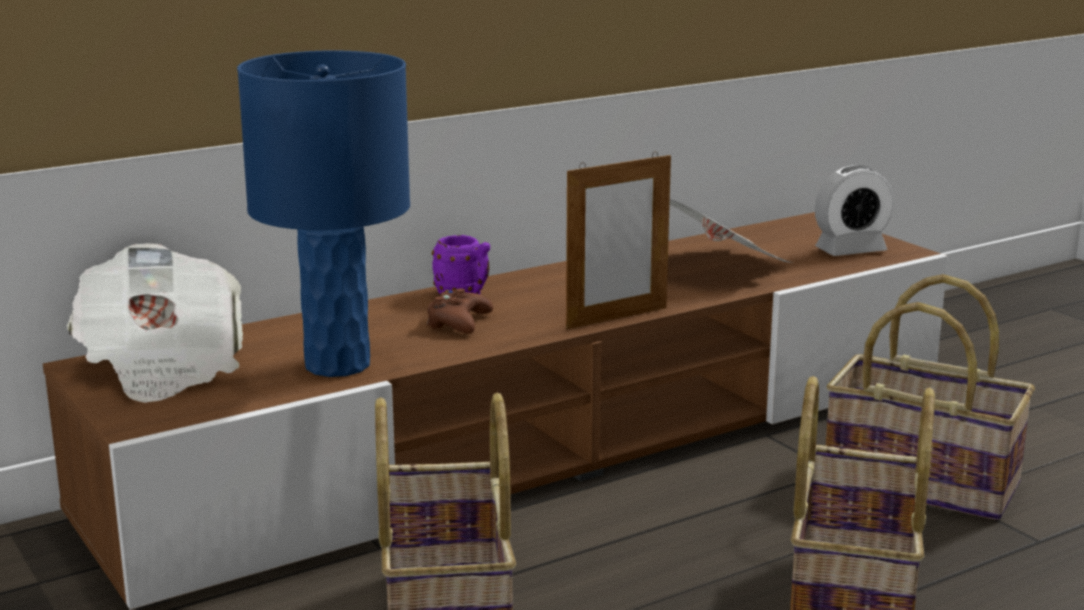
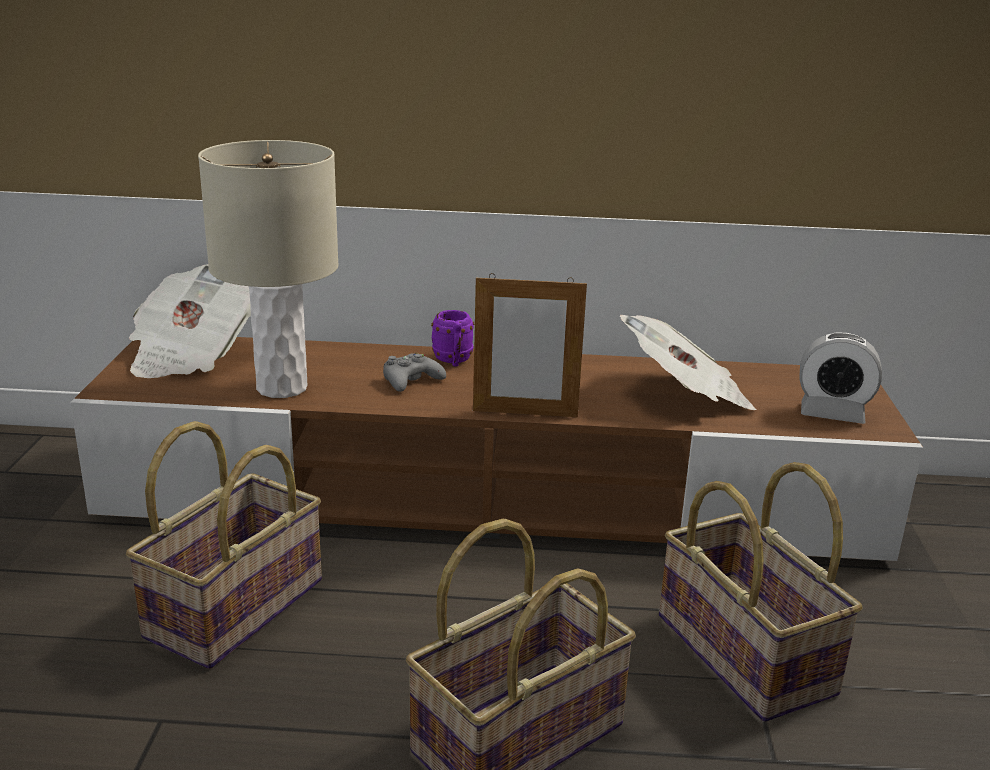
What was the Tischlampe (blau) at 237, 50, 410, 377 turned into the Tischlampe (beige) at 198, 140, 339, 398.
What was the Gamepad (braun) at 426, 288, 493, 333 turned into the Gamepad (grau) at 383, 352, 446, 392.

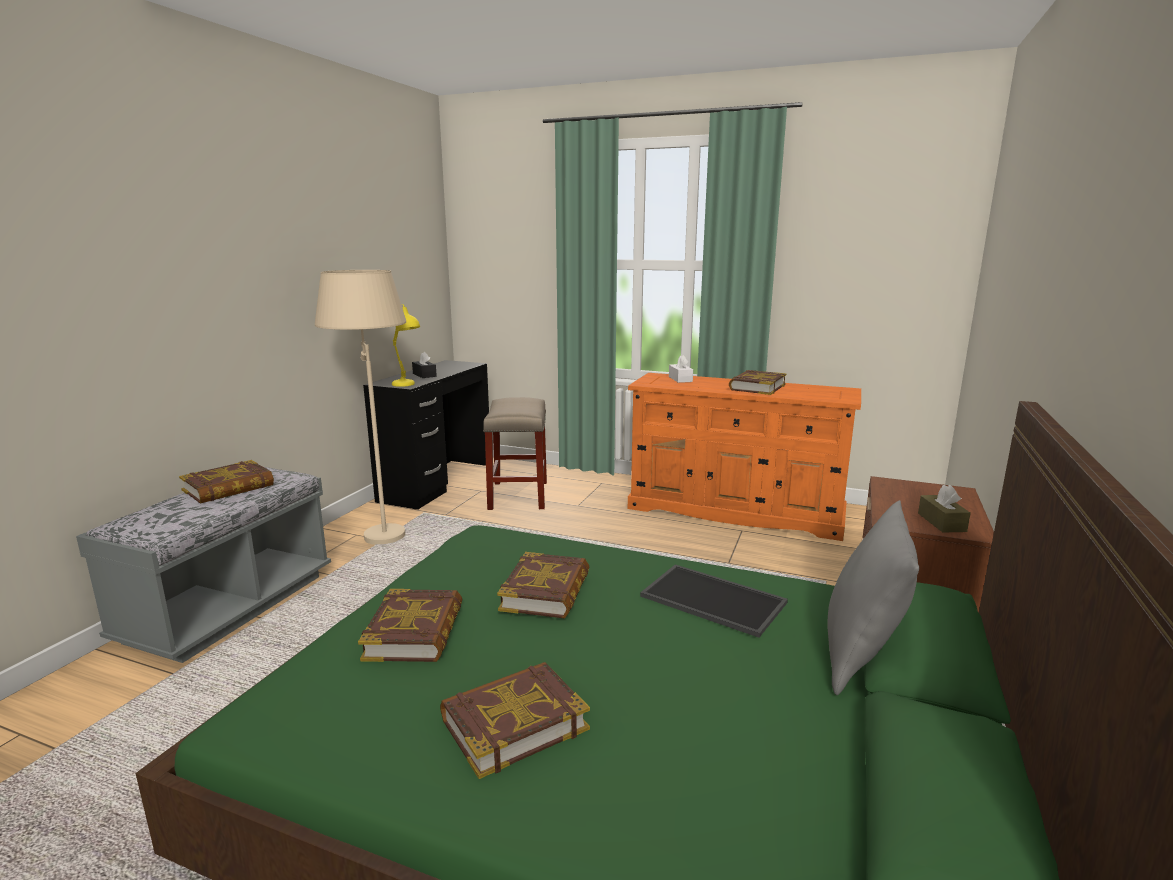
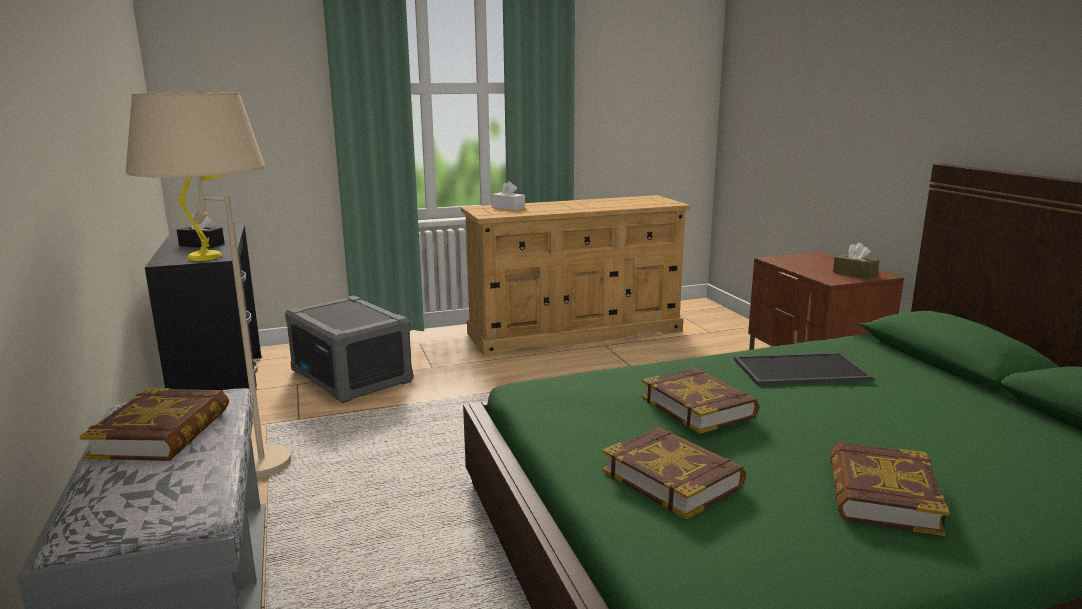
The second view lost the Buch at 729, 370, 786, 395.
The second view lost the Kissen (grau) at 827, 500, 919, 695.
Where the Hocker (beige) stood at 483, 397, 547, 510, the Aufbewahrungsbox (grau) came to stand at 285, 295, 413, 403.
What was the Kommode (orange) at 628, 373, 861, 541 turned into the Kommode (beige) at 461, 195, 691, 356.

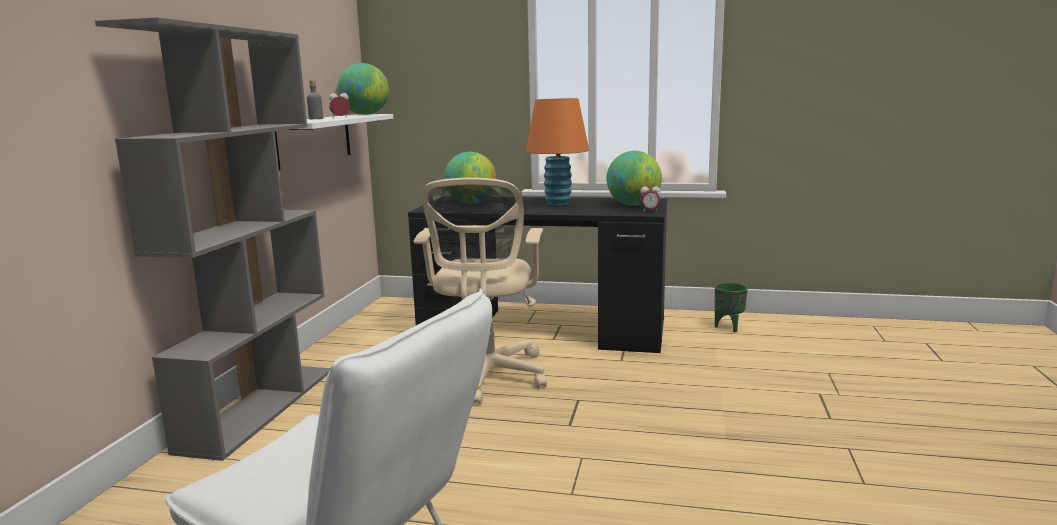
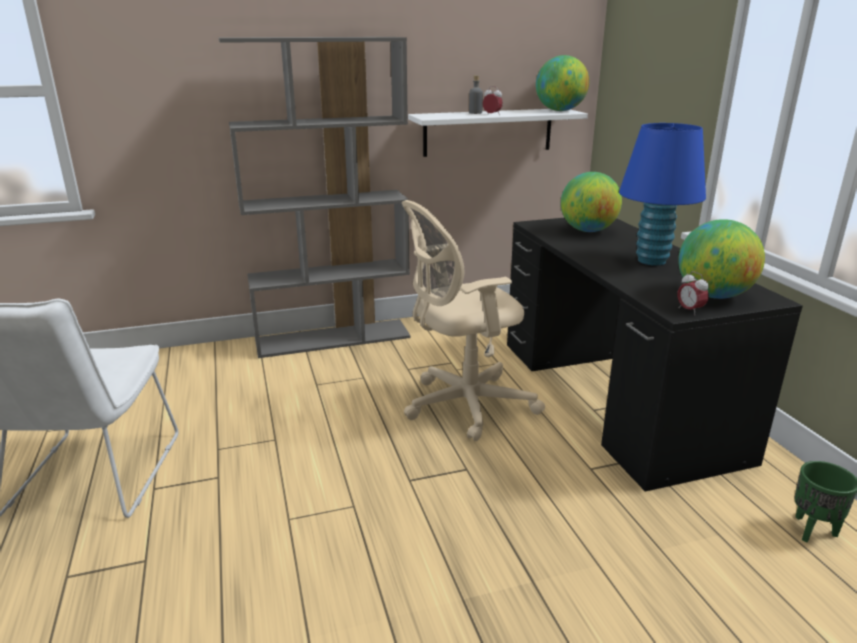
What was the Tischlampe (orange) at 526, 98, 589, 206 turned into the Tischlampe (blau) at 619, 123, 706, 266.

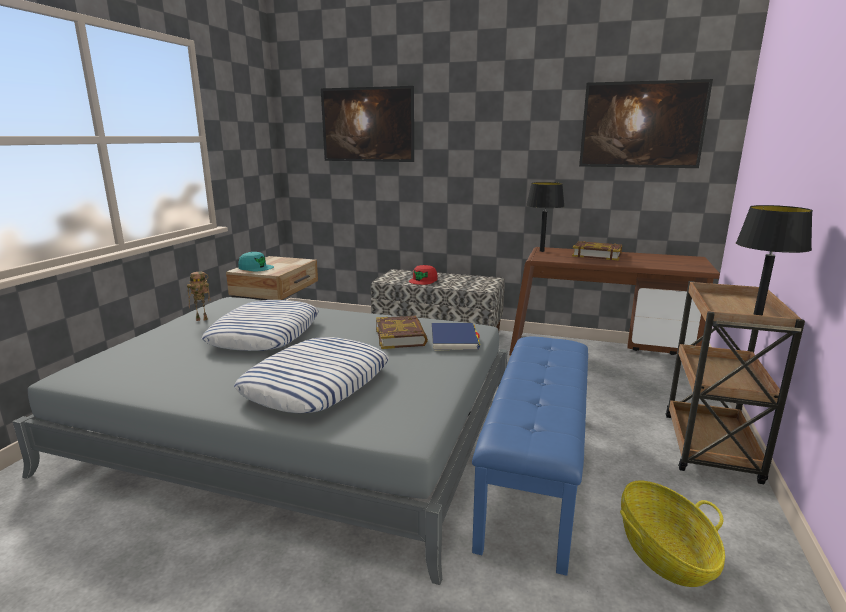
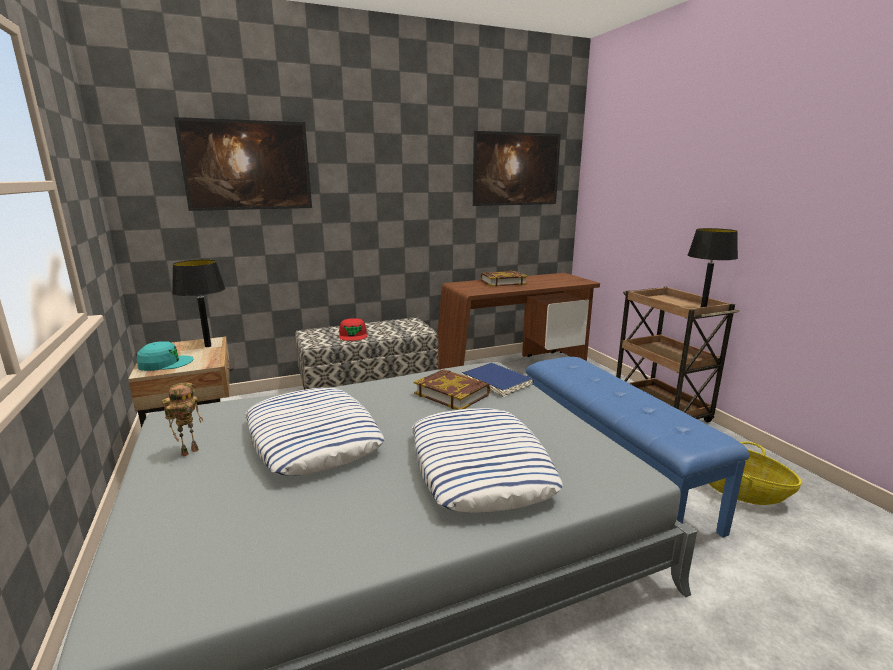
The Tischlampe (schwarz) ended up elsewhere, having gone from 526, 182, 565, 252 to 172, 260, 225, 347.

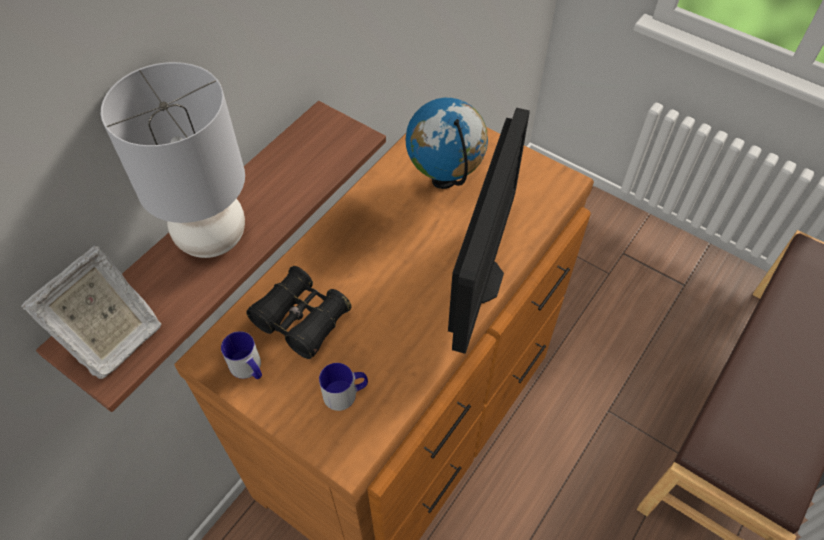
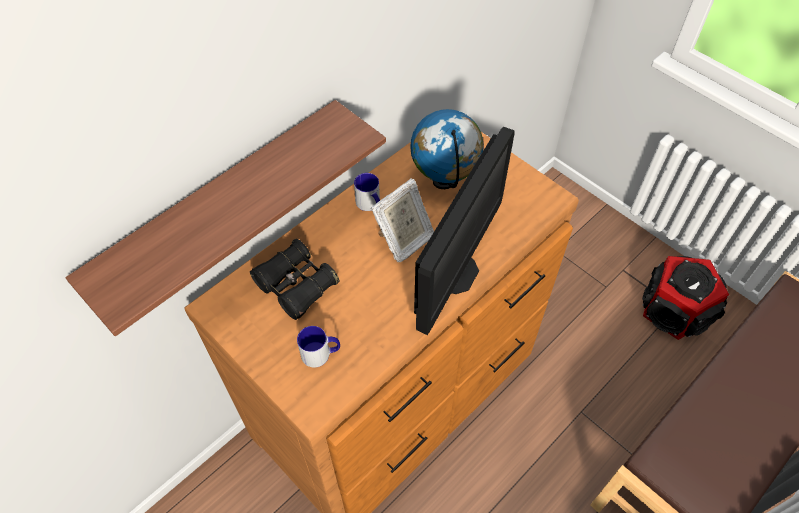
The second view lost the Tischlampe (grau) at 101, 62, 245, 258.
The second view gained the Lautsprecher at 642, 256, 729, 340.
The Bilderrahmen ended up elsewhere, having gone from 21, 245, 161, 379 to 371, 178, 434, 262.
The Henkelbecher ended up elsewhere, having gone from 221, 331, 262, 379 to 354, 173, 380, 211.

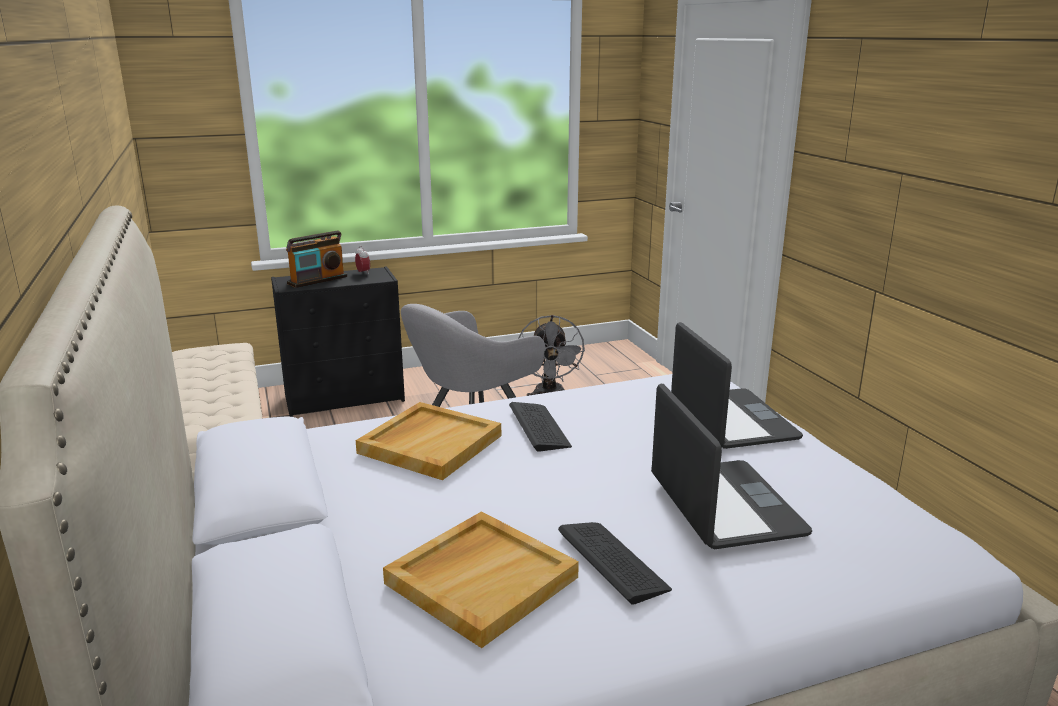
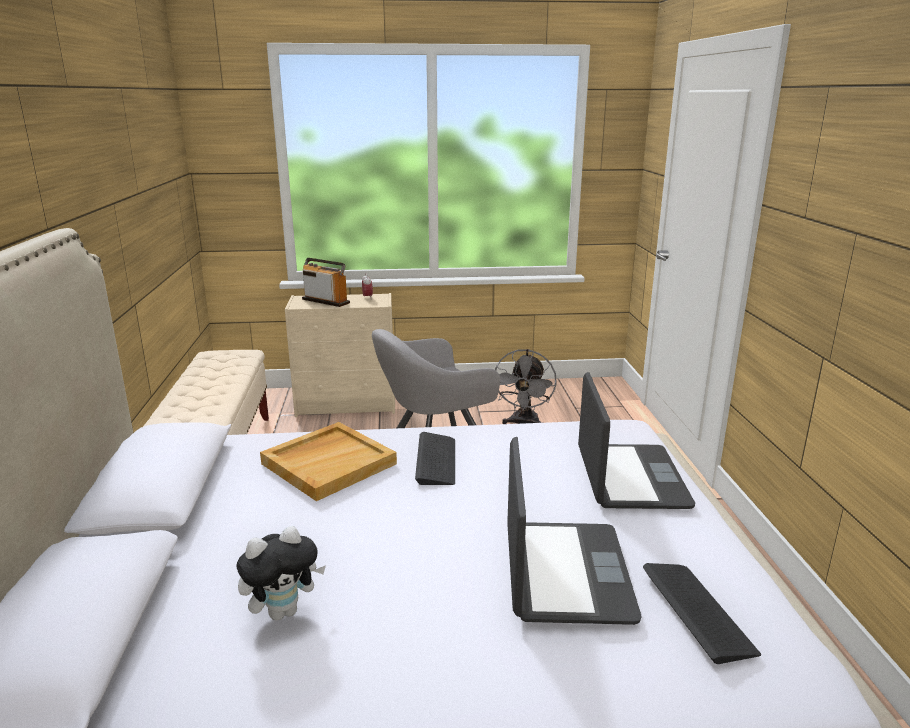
The Tastatur ended up elsewhere, having gone from 558, 522, 672, 605 to 643, 563, 761, 664.
Where the Tablett (beige) stood at 383, 511, 579, 648, the Plüschtier came to stand at 237, 526, 326, 621.
What was the Kommode (schwarz) at 271, 266, 405, 417 turned into the Kommode (beige) at 285, 293, 395, 417.
The Radio at 286, 231, 347, 288 ended up facing another way, 120 degrees counterclockwise from before.

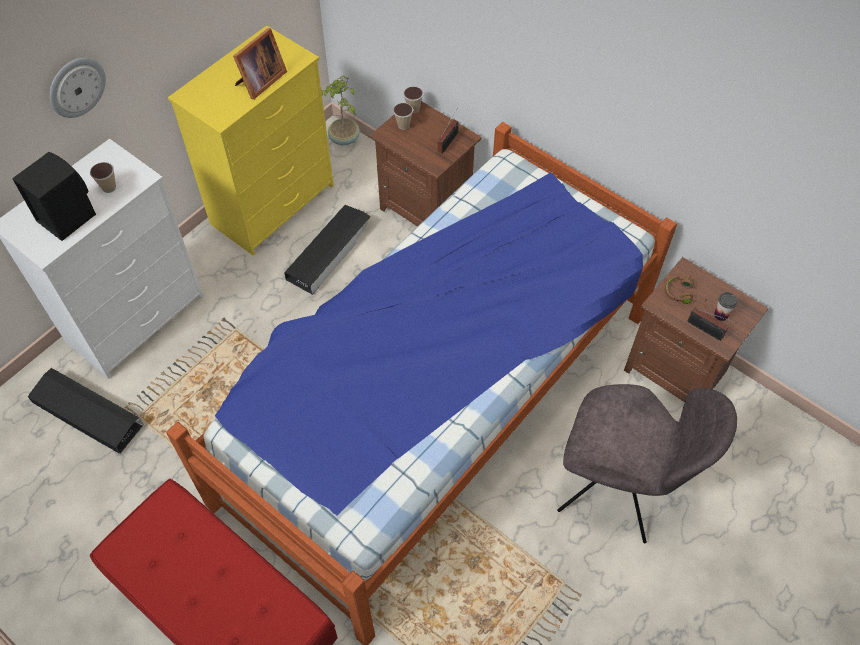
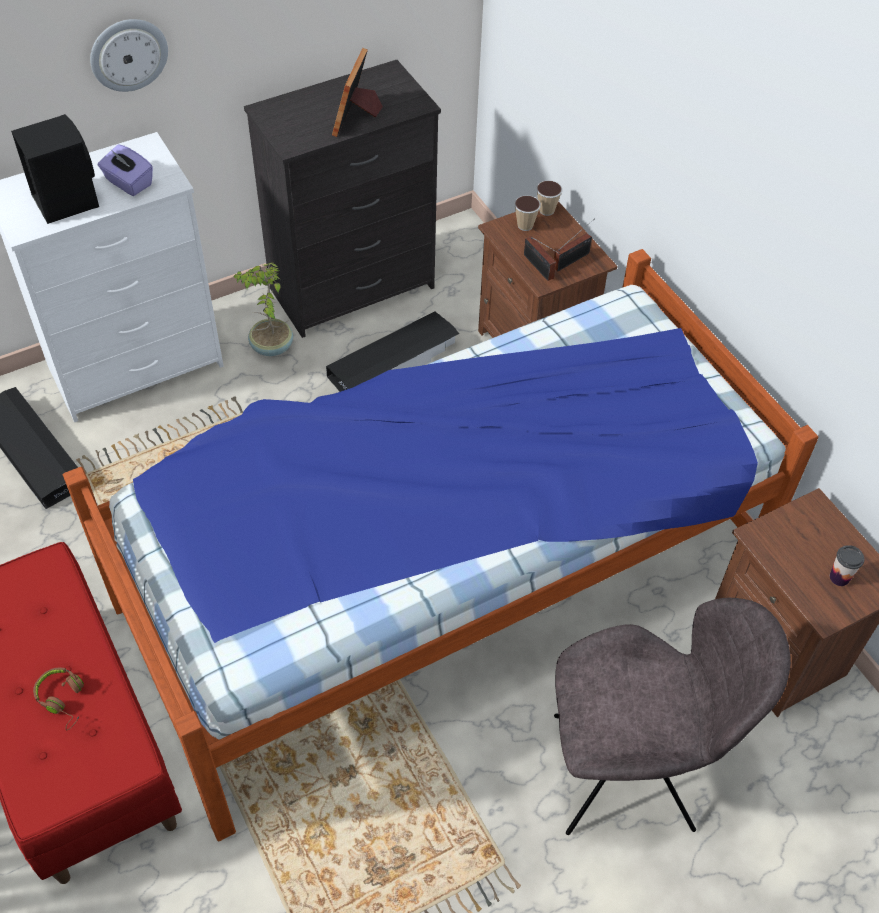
The Topfpflanze ended up elsewhere, having gone from 321, 75, 360, 145 to 233, 263, 293, 356.
The Kopfhörer (braun) ended up elsewhere, having gone from 665, 275, 707, 309 to 33, 668, 84, 730.
The Radio ended up elsewhere, having gone from 687, 308, 736, 341 to 524, 236, 559, 281.
Where the Tasse stood at 90, 162, 116, 193, the Taschentuchbox (lila) came to stand at 98, 144, 153, 196.
What was the Kommode (gelb) at 168, 26, 334, 255 turned into the Kommode (schwarz) at 244, 60, 441, 338.
The Bilderrahmen at 233, 28, 287, 100 ended up facing another way, 135 degrees clockwise from before.
The Stuhl (grau) at 557, 384, 737, 543 ended up facing another way, 45 degrees counterclockwise from before.

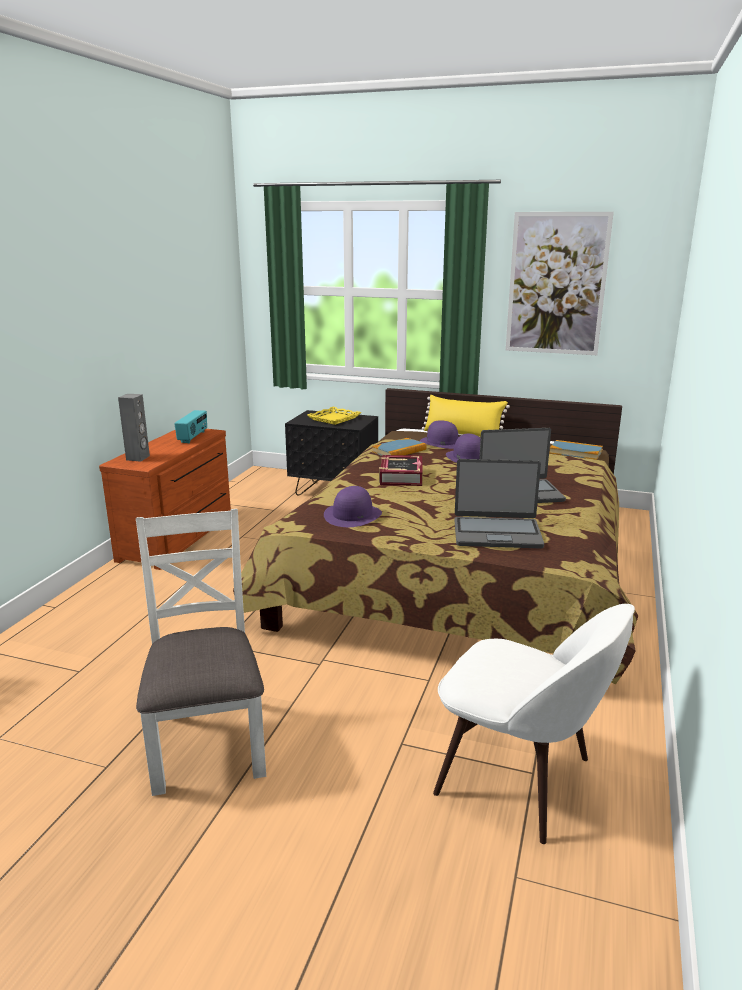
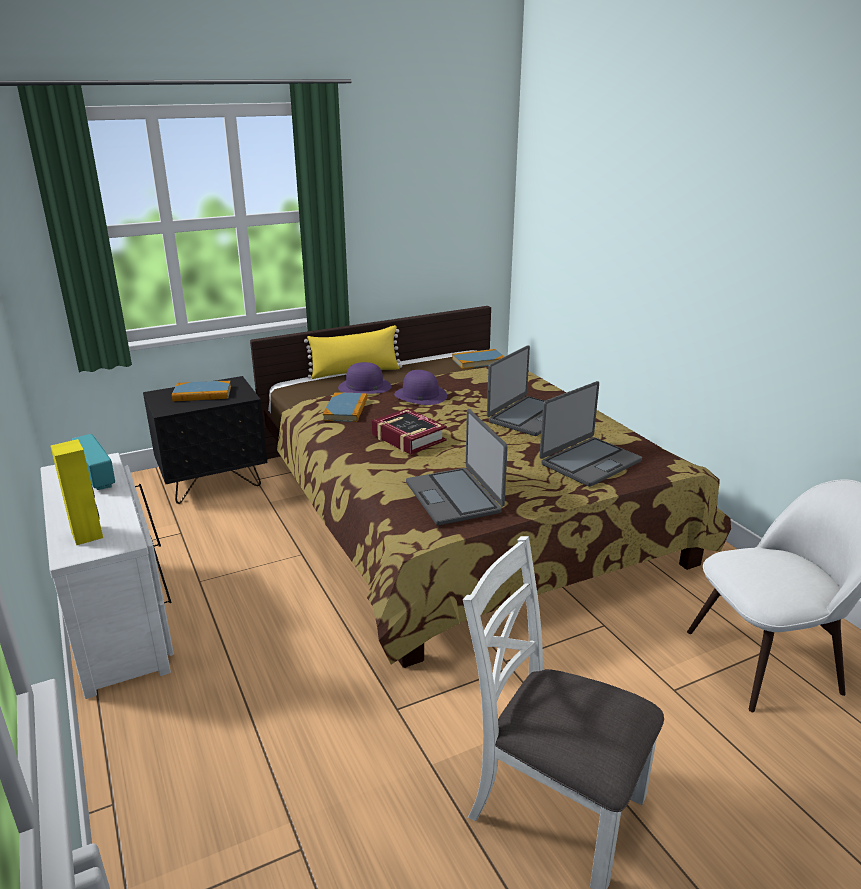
The second view lost the Bild at 506, 212, 614, 355.
Where the Tablett (gelb) stood at 307, 407, 361, 425, the Buch came to stand at 172, 381, 231, 401.
Where the Hut (lila) stood at 324, 486, 382, 527, the Laptop came to stand at 406, 409, 508, 525.
What was the Kommode (braun) at 99, 429, 231, 570 turned into the Kommode (weiß) at 40, 453, 174, 699.
What was the Lautsprecher (grau) at 118, 394, 150, 462 turned into the Lautsprecher (gelb) at 51, 439, 103, 545.

